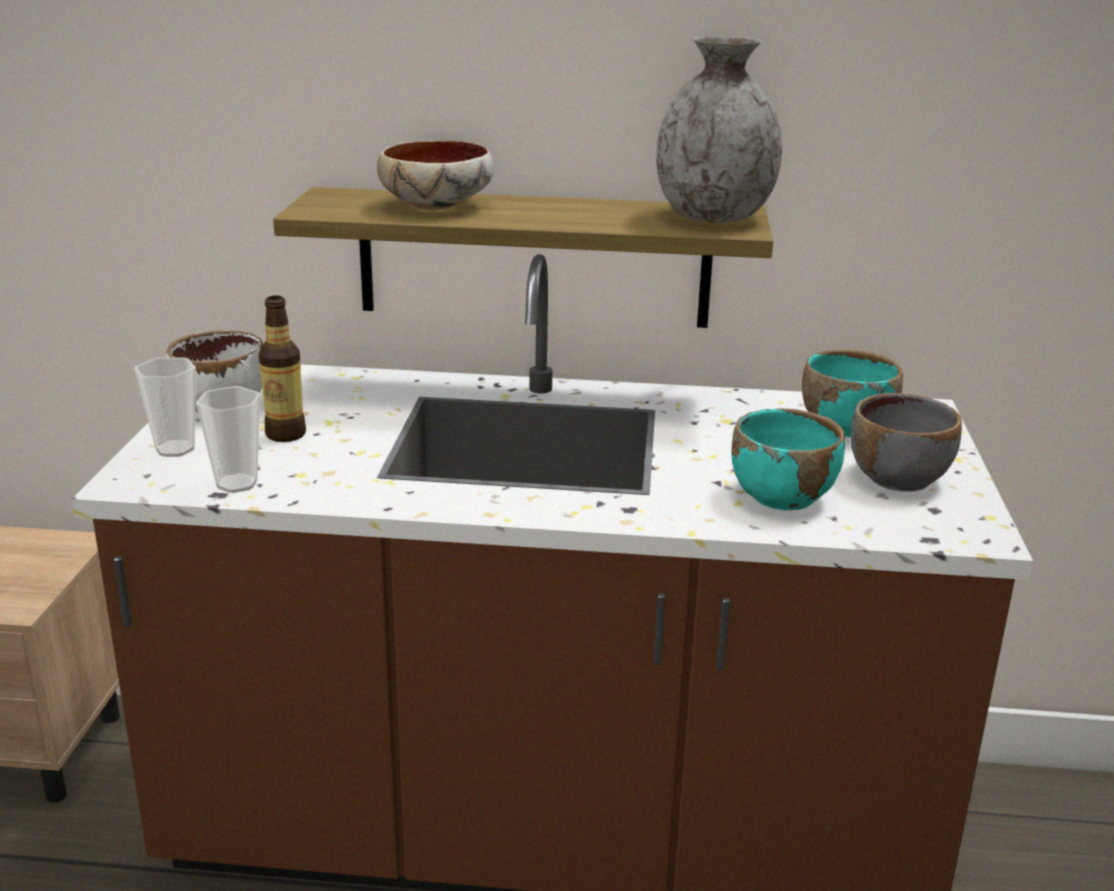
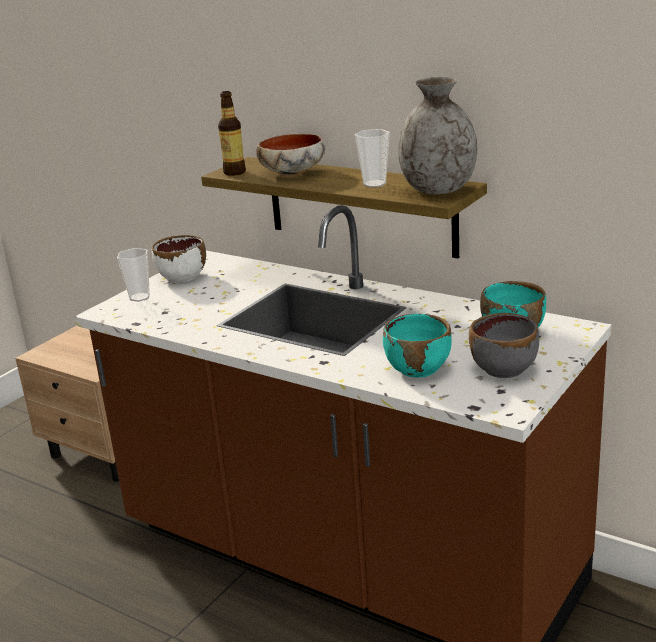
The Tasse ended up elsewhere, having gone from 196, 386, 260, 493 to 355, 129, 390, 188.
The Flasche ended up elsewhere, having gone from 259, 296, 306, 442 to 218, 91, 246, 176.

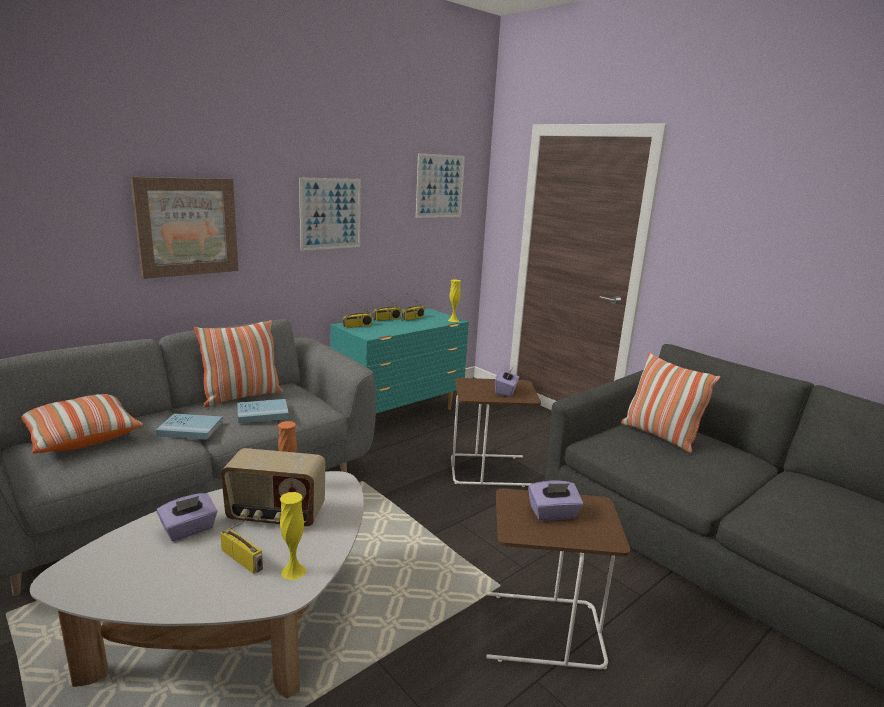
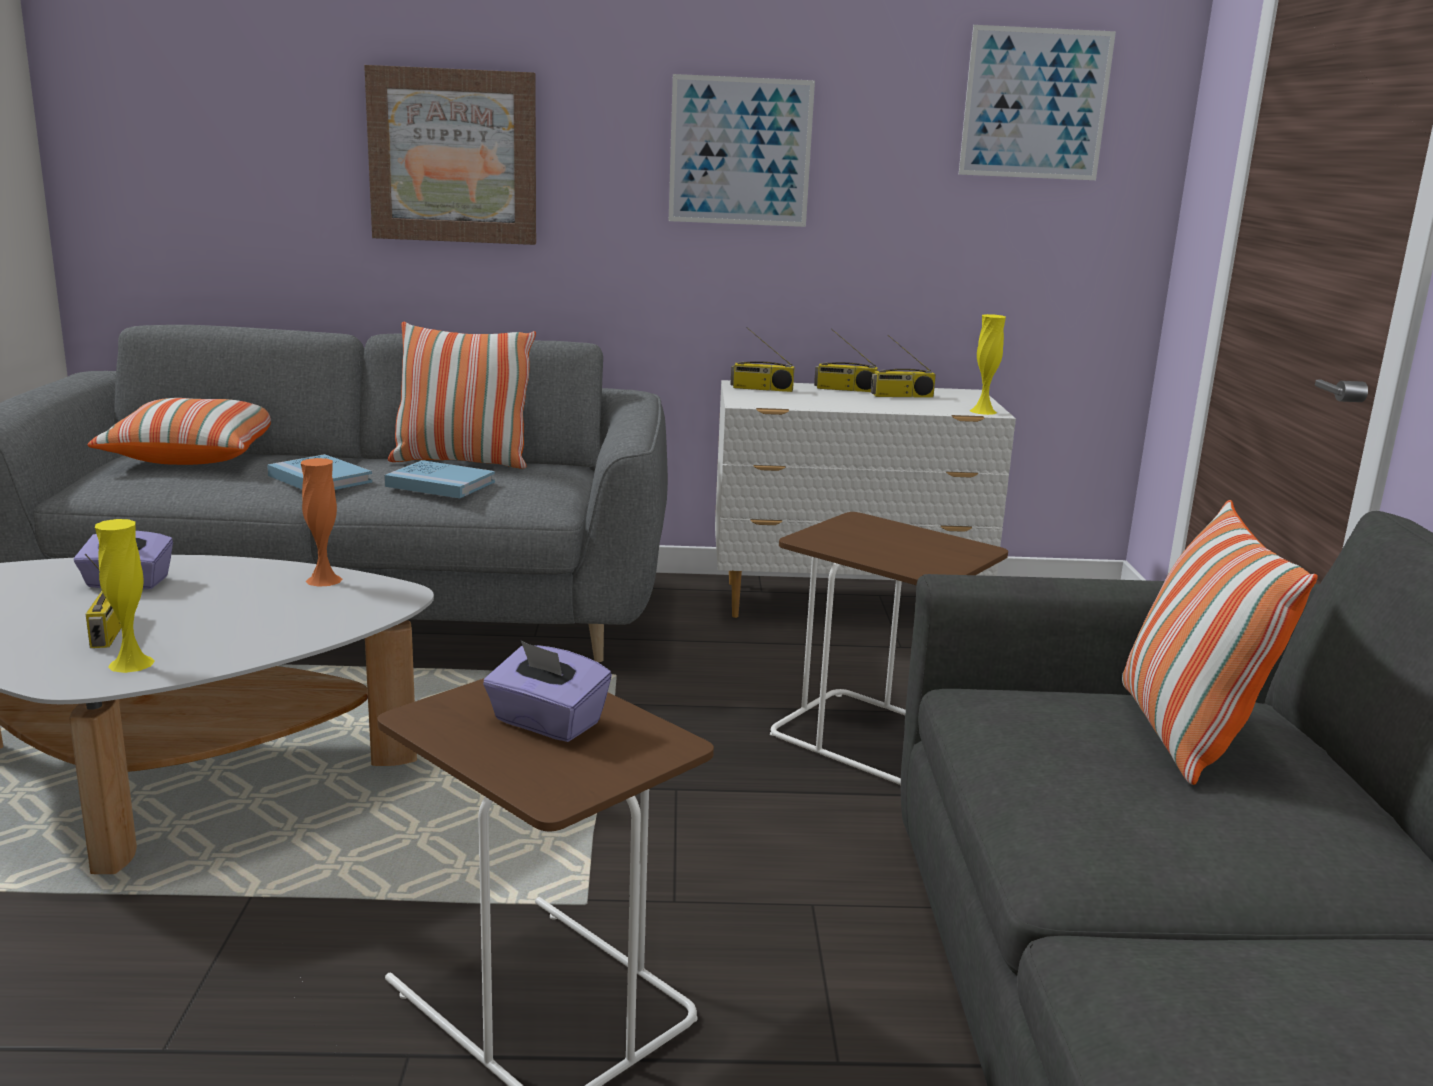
The second view lost the Radio at 221, 448, 325, 527.
The second view lost the Taschentuchbox (lila) at 495, 369, 519, 397.
What was the Kommode (türkis) at 330, 309, 469, 413 turned into the Kommode (weiß) at 715, 380, 1016, 618.

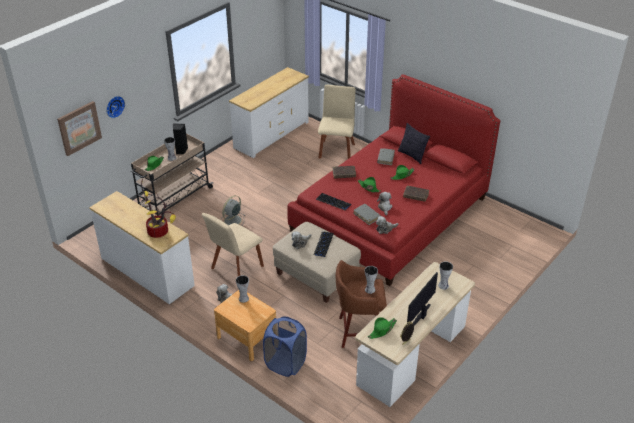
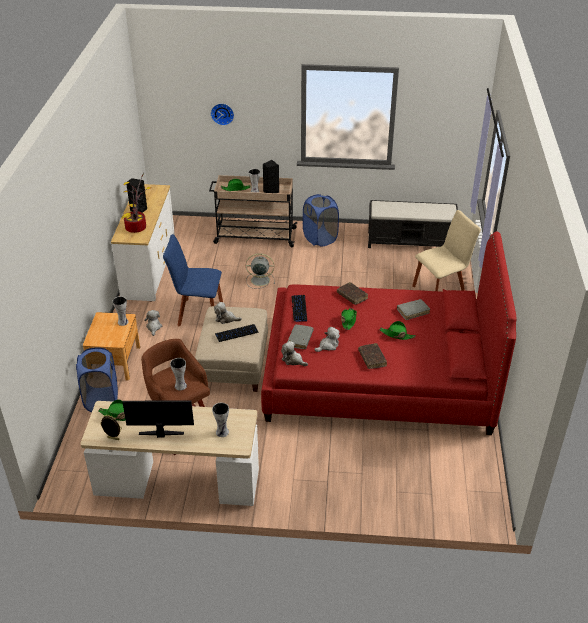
The second view lost the Bild at 57, 101, 102, 156.
The second view lost the Kissen at 398, 123, 430, 164.
The second view gained the Lautsprecher (schwarz) at 126, 178, 147, 213.
The second view gained the Wäschekorb (blau) at 303, 194, 339, 247.
Where the Kommode (weiß) stood at 229, 67, 309, 158, the Bank (schwarz) came to stand at 368, 200, 458, 248.
What was the Stuhl (beige) at 202, 213, 264, 276 turned into the Stuhl (blau) at 163, 234, 223, 326.

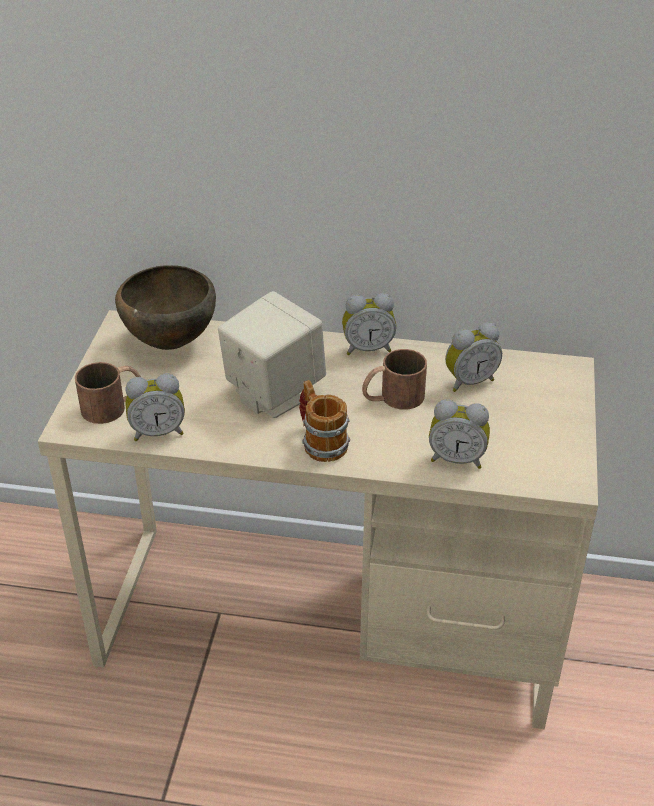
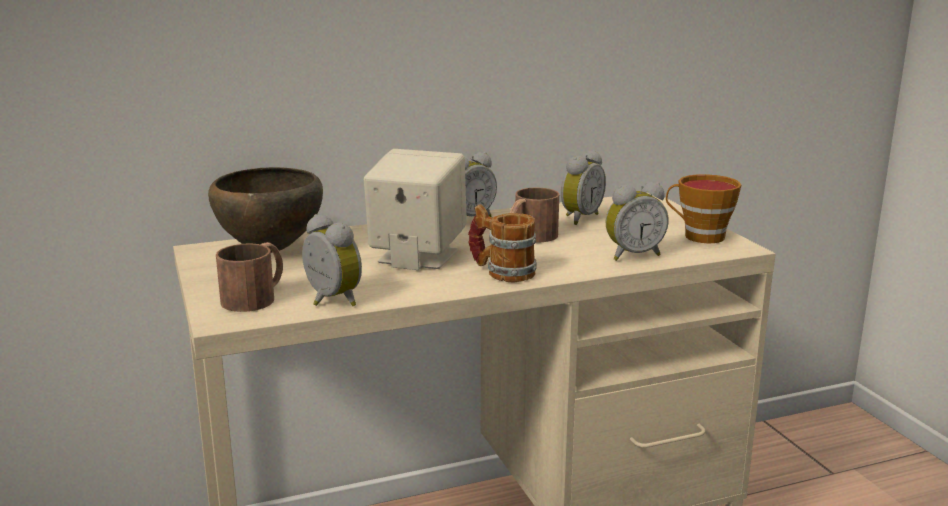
The second view gained the Tasse at 666, 174, 741, 243.
The Wecker at 125, 373, 185, 441 ended up facing another way, 90 degrees counterclockwise from before.

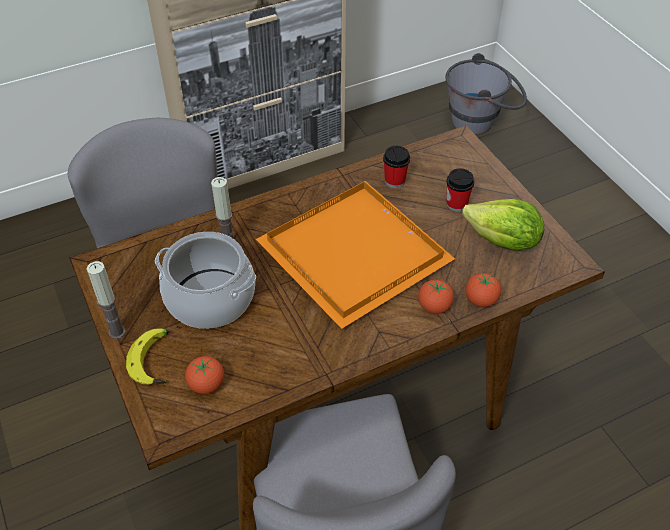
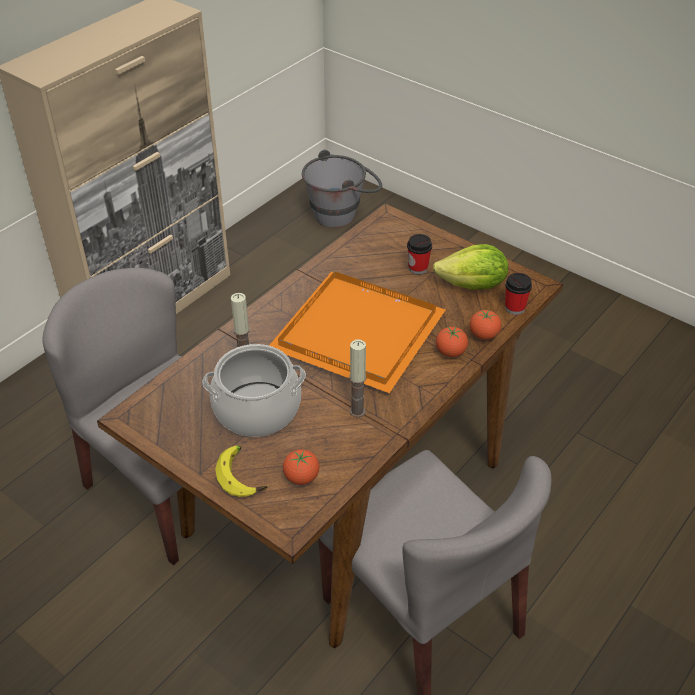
The Kerze ended up elsewhere, having gone from 87, 261, 126, 339 to 349, 340, 366, 418.
The Tasse ended up elsewhere, having gone from 383, 146, 410, 188 to 505, 273, 532, 315.

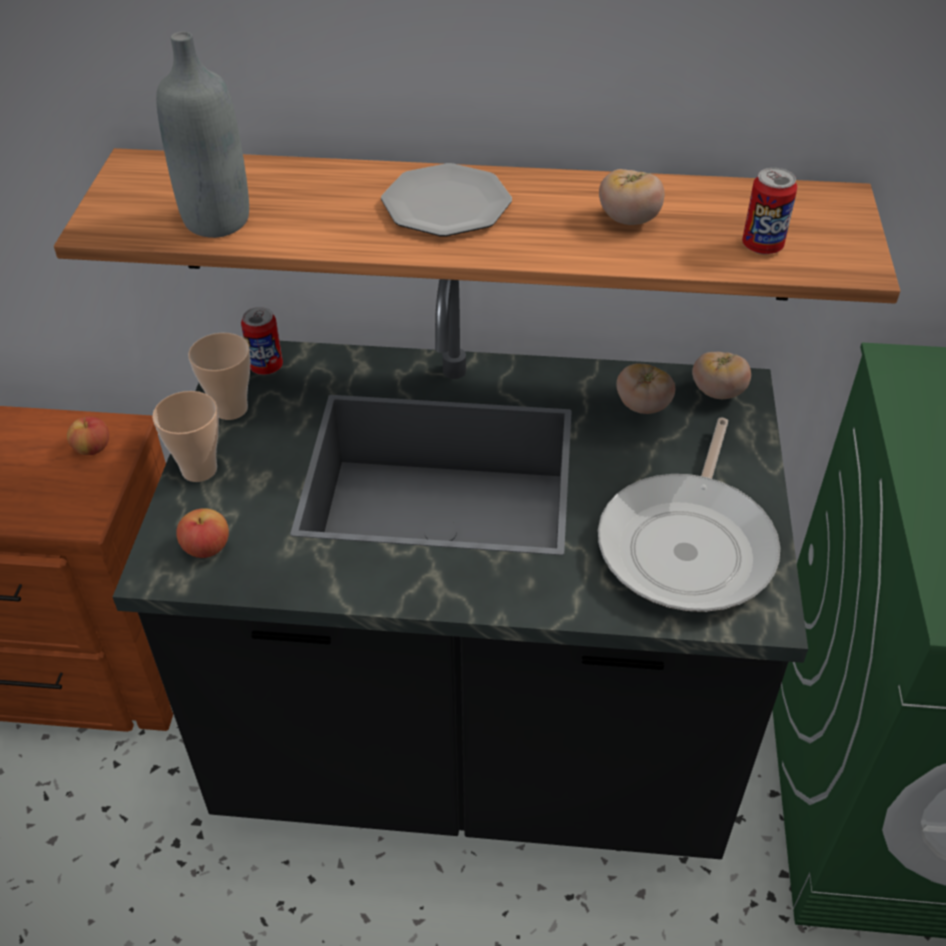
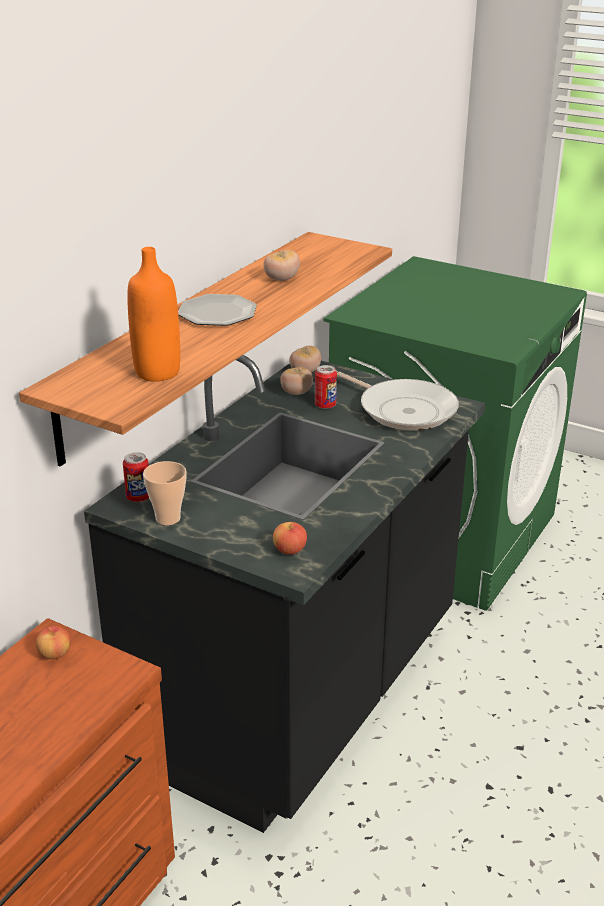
The second view lost the Tasse at 152, 391, 219, 482.
The Dose ended up elsewhere, having gone from 742, 168, 797, 254 to 315, 365, 337, 409.
What was the Flasche (grau) at 156, 32, 249, 238 turned into the Flasche (orange) at 127, 247, 180, 382.

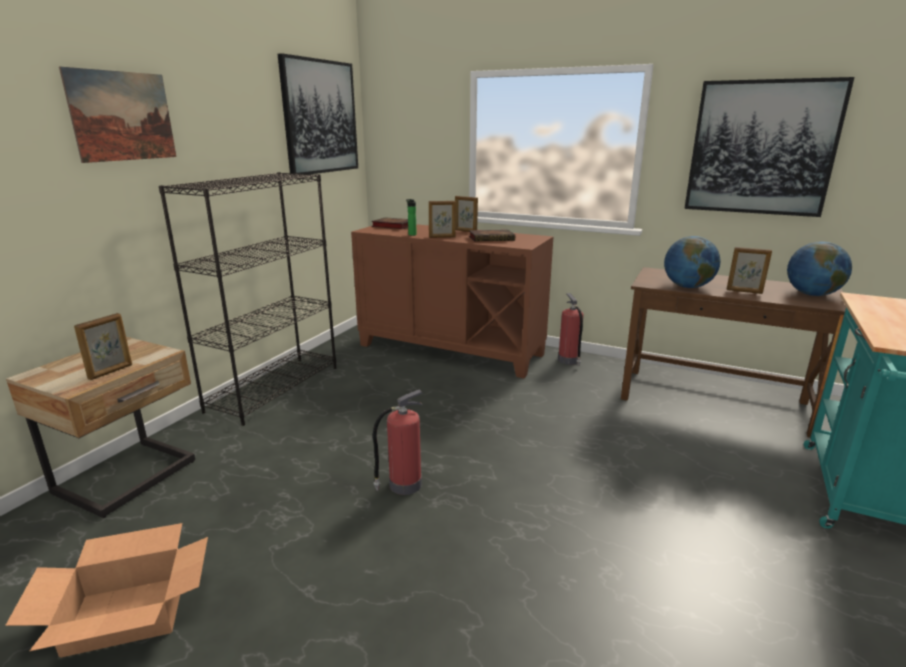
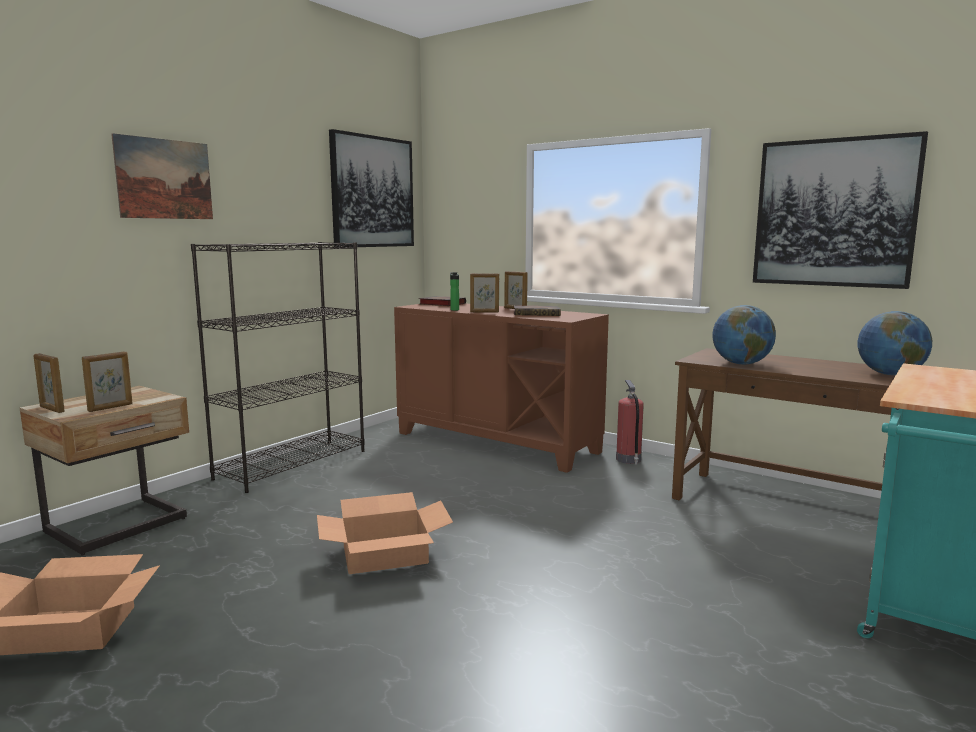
The Bilderrahmen ended up elsewhere, having gone from 727, 247, 772, 294 to 34, 353, 65, 413.
Where the Feuerlöscher stood at 373, 389, 423, 495, the Karton came to stand at 317, 492, 453, 574.

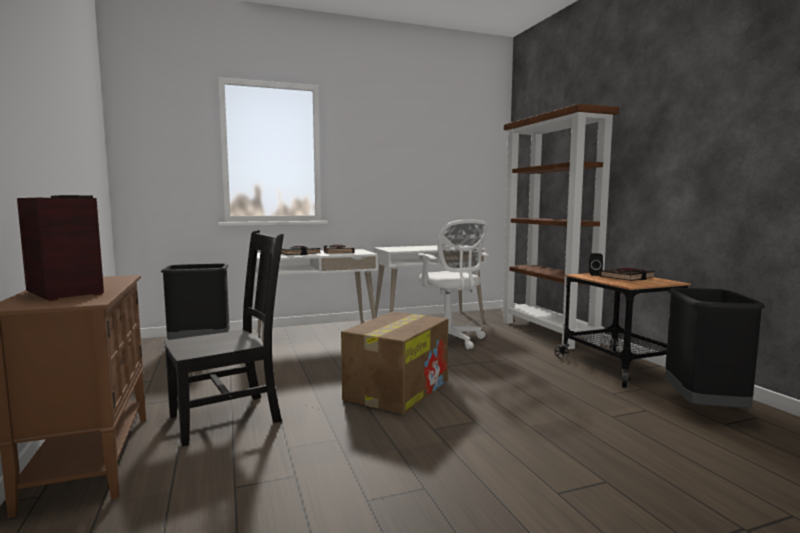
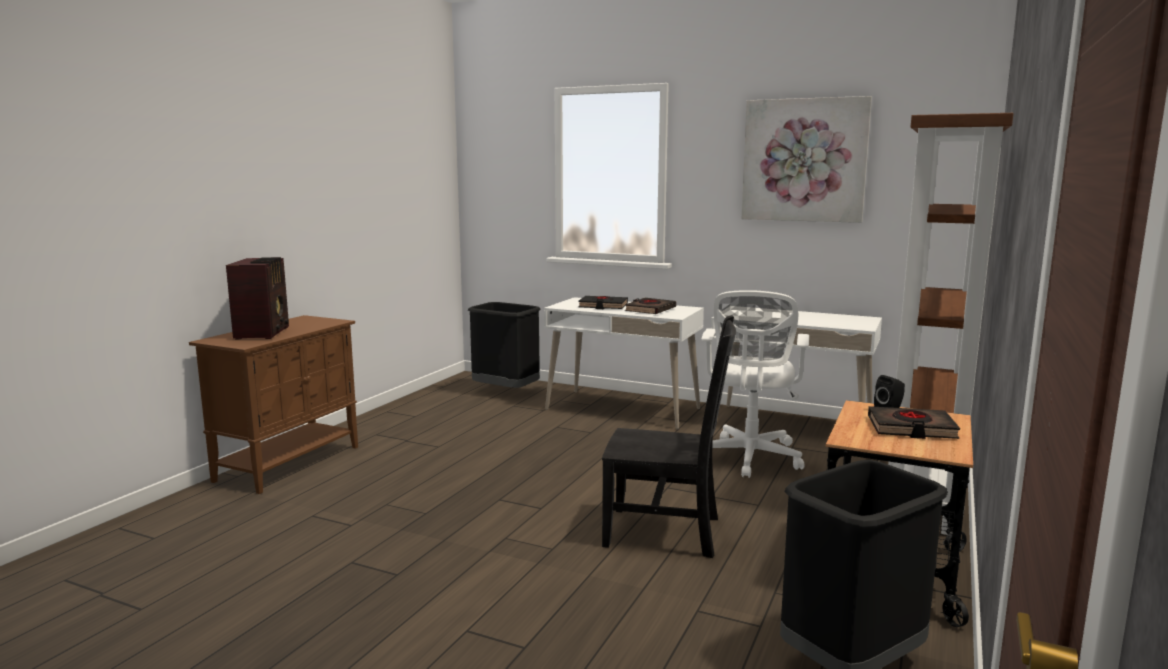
The second view lost the Karton at 341, 312, 448, 415.
The second view gained the Bild at 742, 96, 872, 223.
The Stuhl (schwarz) ended up elsewhere, having gone from 164, 230, 284, 446 to 602, 315, 736, 558.

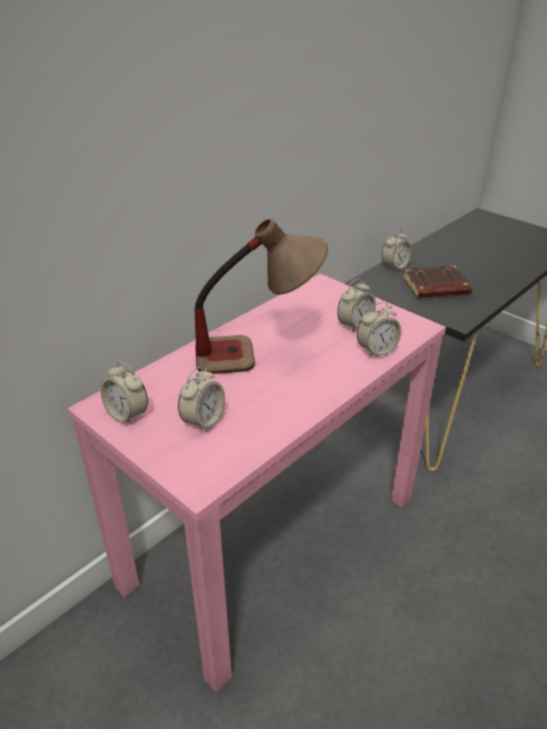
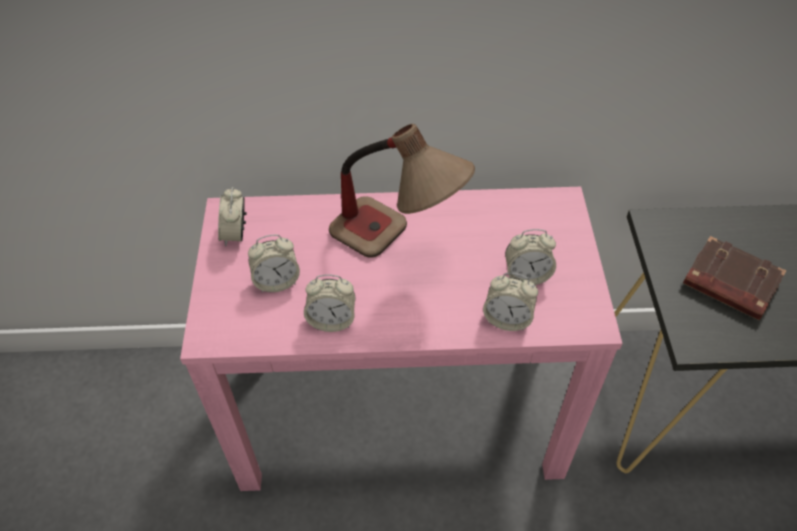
The Wecker ended up elsewhere, having gone from 382, 229, 412, 272 to 304, 274, 355, 332.

